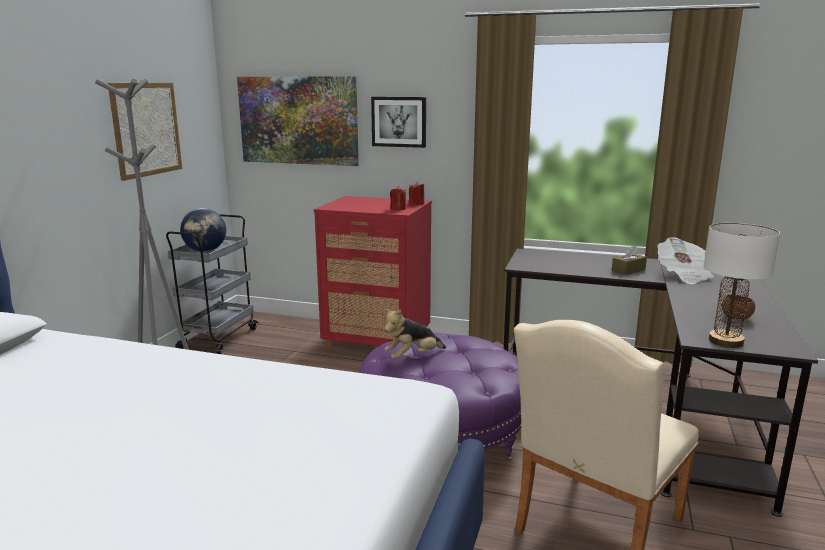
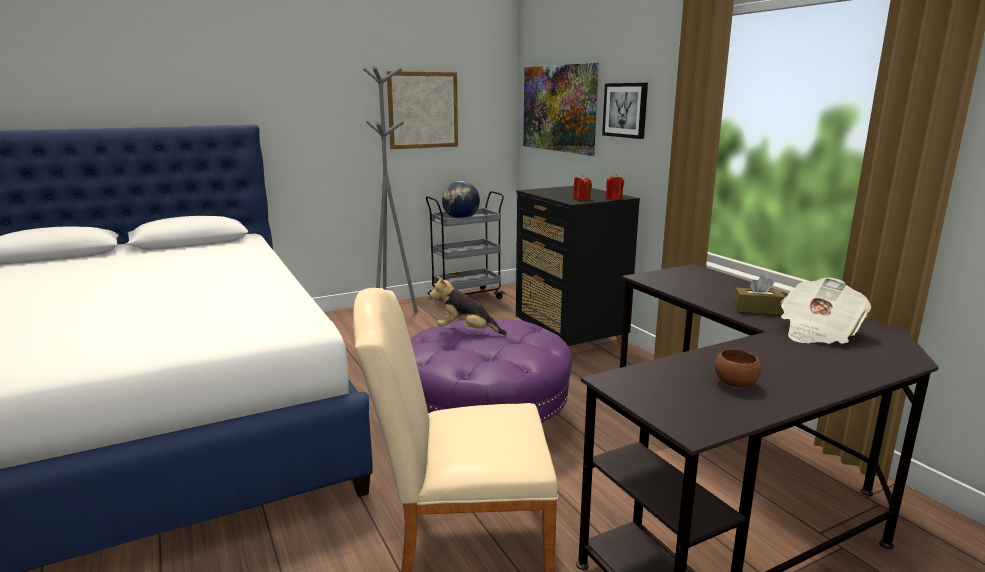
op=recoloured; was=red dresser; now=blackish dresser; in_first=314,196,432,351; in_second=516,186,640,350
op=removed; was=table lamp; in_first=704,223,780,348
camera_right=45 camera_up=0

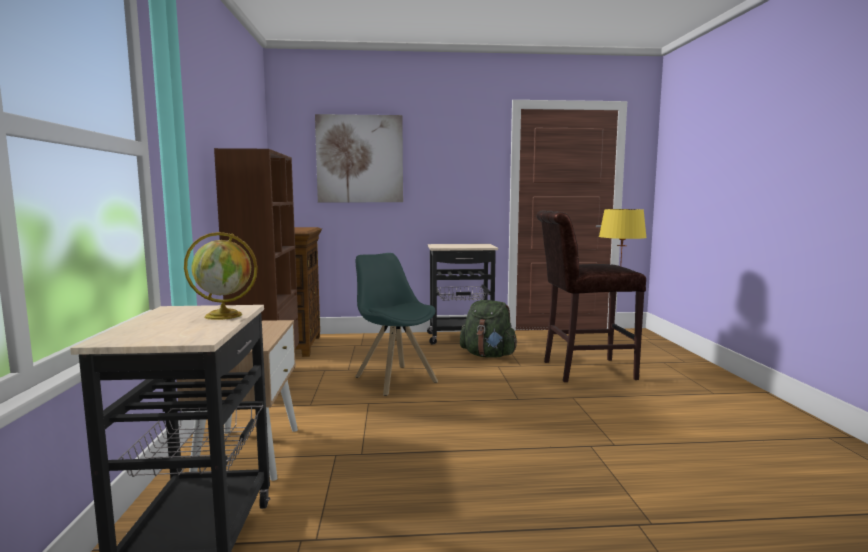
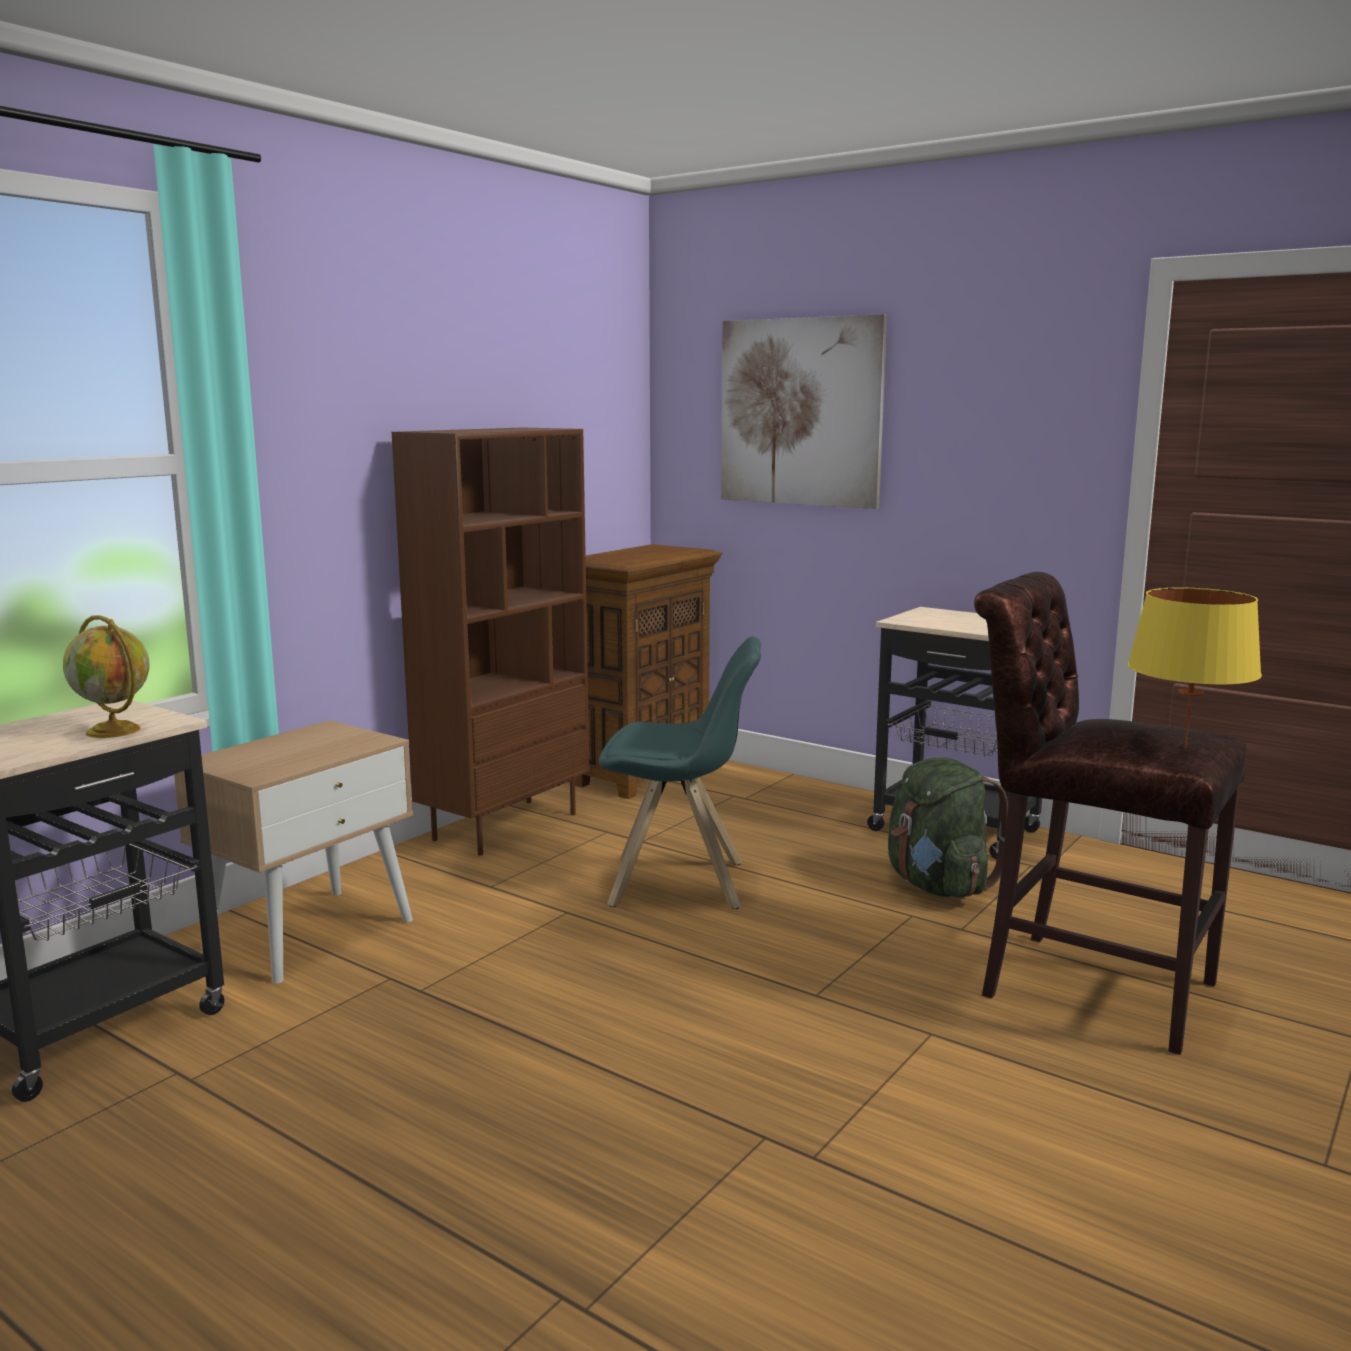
op=turned; was=turquoise-coloured upright chair; in_first=355,253,438,396; in_second=599,636,761,909; clockwise=90
camera_right=40 camera_up=5

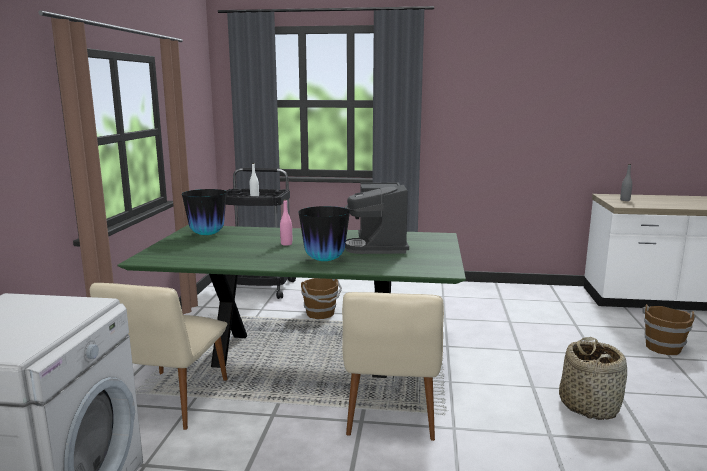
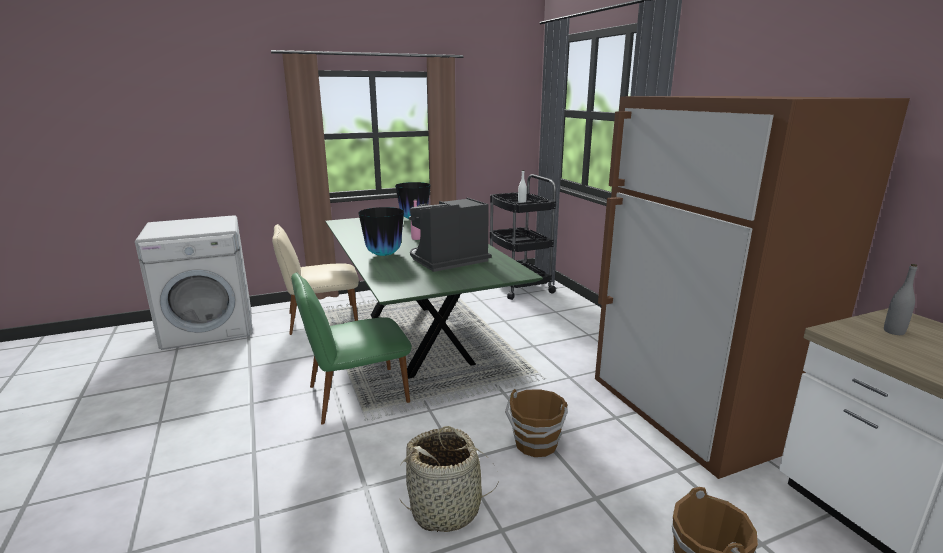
op=moved; was=brownish pail; in_first=301,278,342,319; in_second=505,389,568,457
op=recoloured; was=beige upright chair; now=green-coloured upright chair; in_first=342,292,444,441; in_second=291,272,412,425
op=added; now=brownish fridge; in_second=595,96,910,479
camera_right=60 camera_up=5

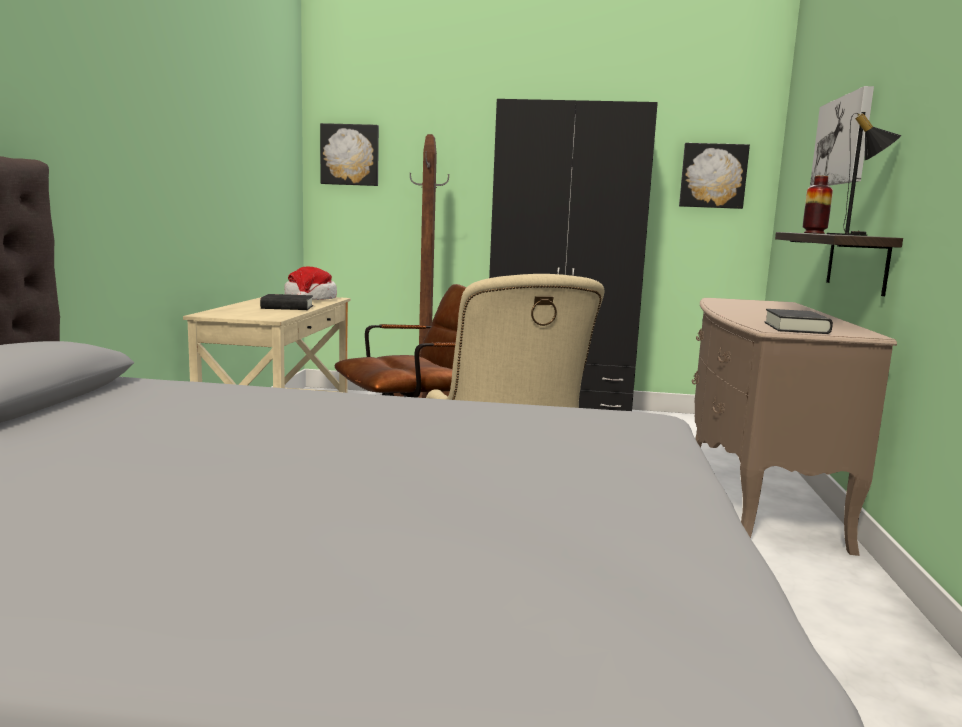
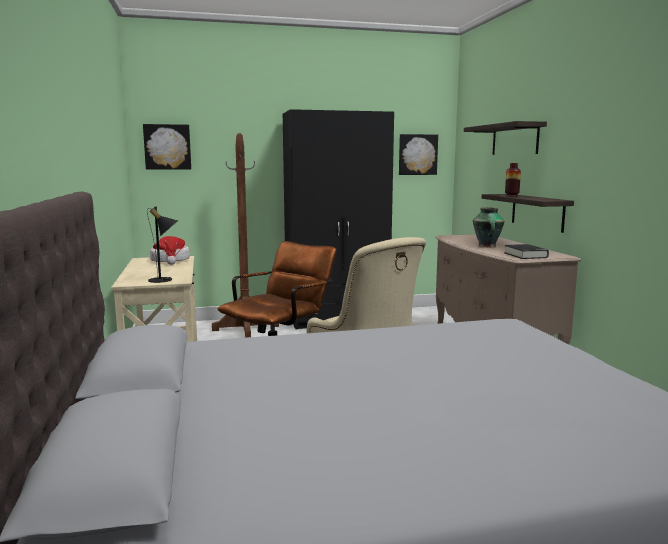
op=replaced; was=wall art; now=bracket shelf; in_first=810,86,874,186; in_second=464,121,547,155
op=moved; was=blackish table lamp; in_first=827,112,901,236; in_second=147,206,178,283
op=removed; was=blackish book; in_first=260,294,313,310
op=added; now=vase; in_second=473,207,505,247
camera_right=-20 camera_up=0

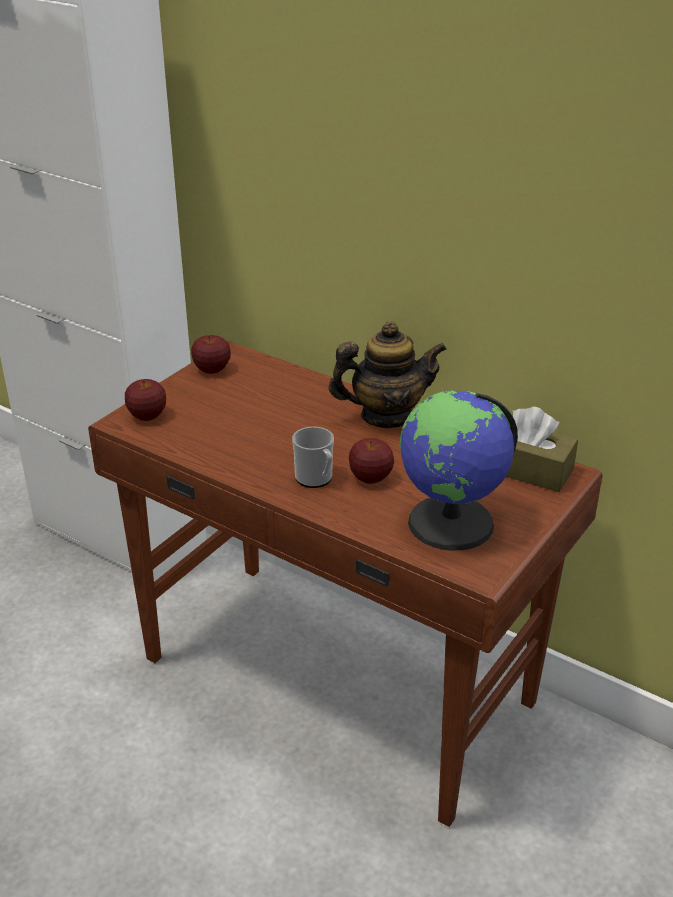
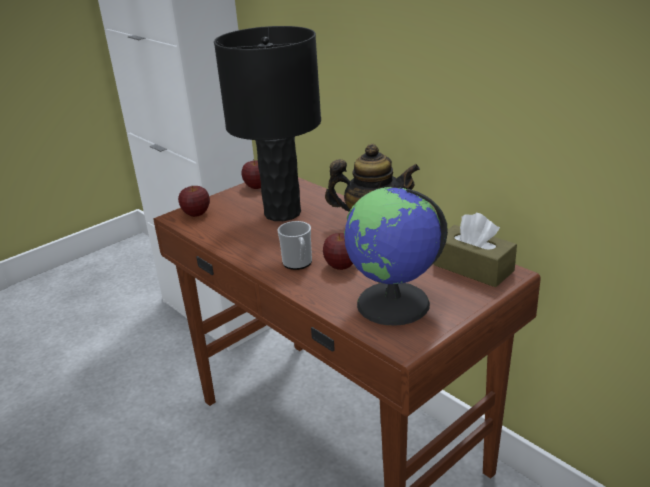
op=added; now=blackish table lamp; in_second=214,26,321,221
camera_right=15 camera_up=-5

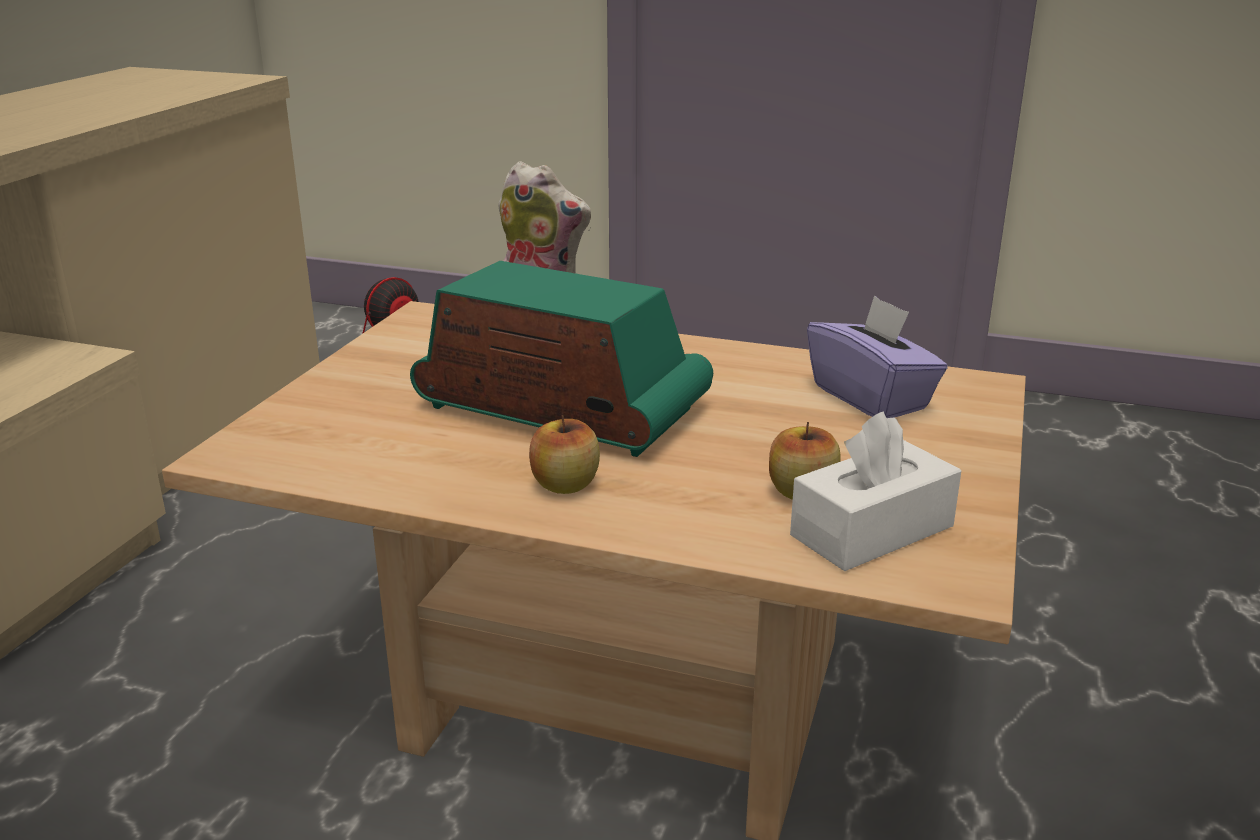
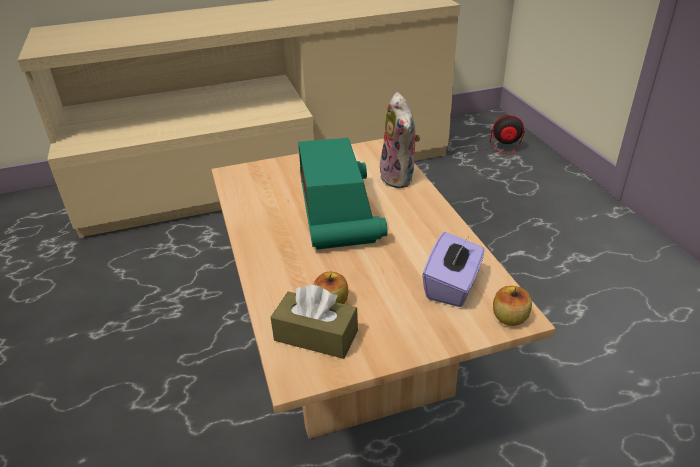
op=recoloured; was=whitish box of tissues; now=brownish box of tissues; in_first=790,411,961,571; in_second=271,285,358,359
op=moved; was=apple; in_first=529,415,600,494; in_second=493,286,532,326
camera_right=55 camera_up=10

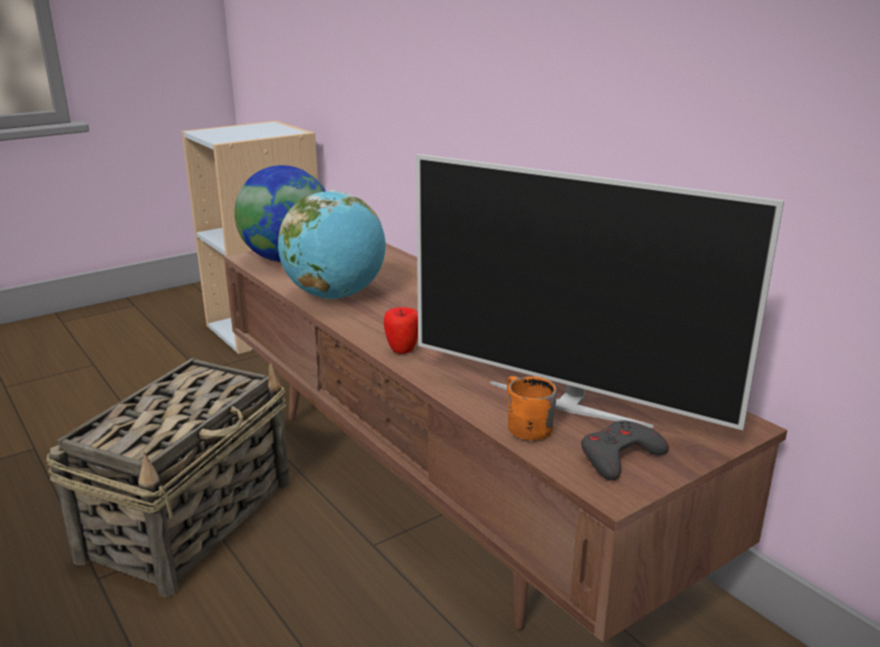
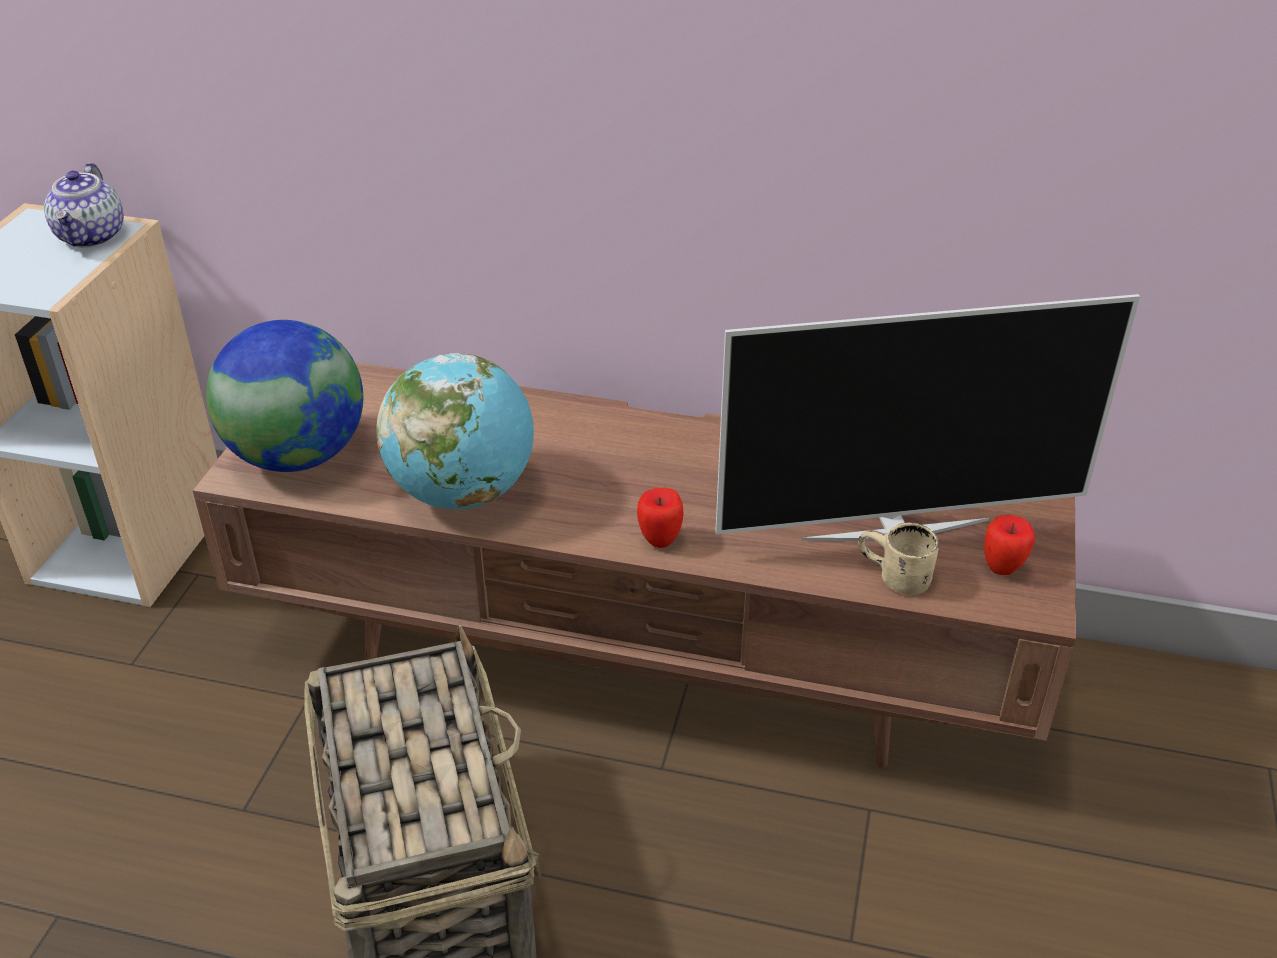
op=recoloured; was=orange-coloured coffee mug; now=beige coffee mug; in_first=507,376,557,440; in_second=858,522,939,595
op=replaced; was=gray gamepad; now=apple; in_first=581,420,669,481; in_second=984,515,1035,575
op=added; now=pot for tea; in_second=44,163,124,248
camera_right=-40 camera_up=15

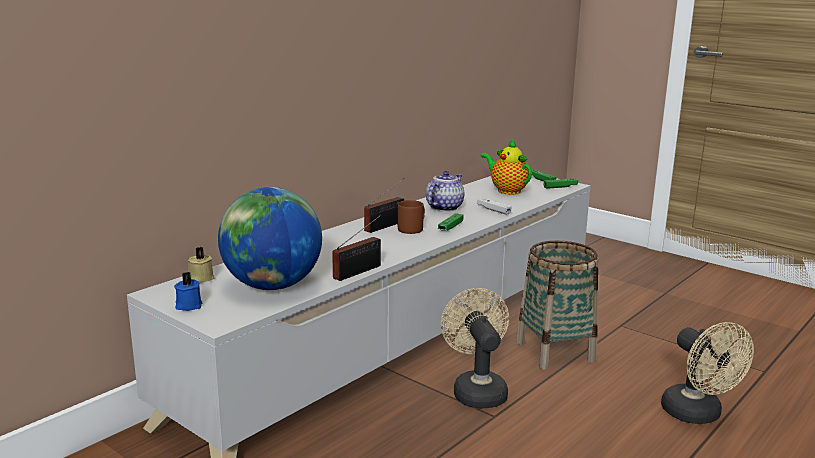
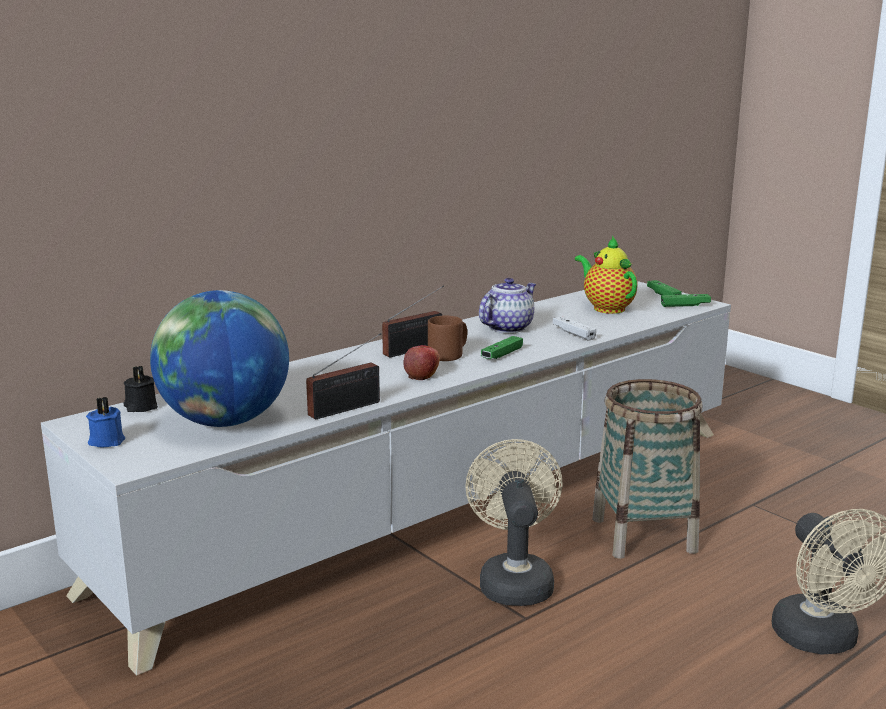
op=recoloured; was=beige candle; now=blackish candle; in_first=188,247,214,282; in_second=123,366,158,412
op=added; now=apple; in_second=403,345,440,380
camera_right=10 camera_up=0

